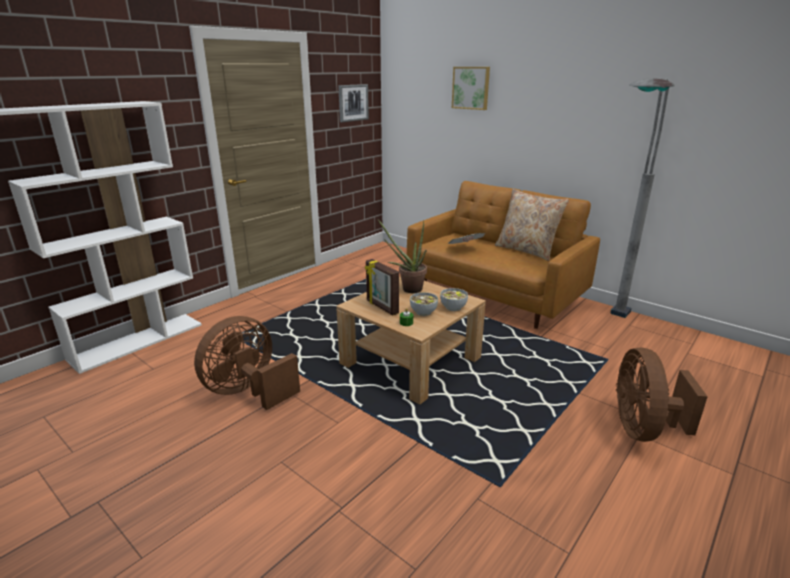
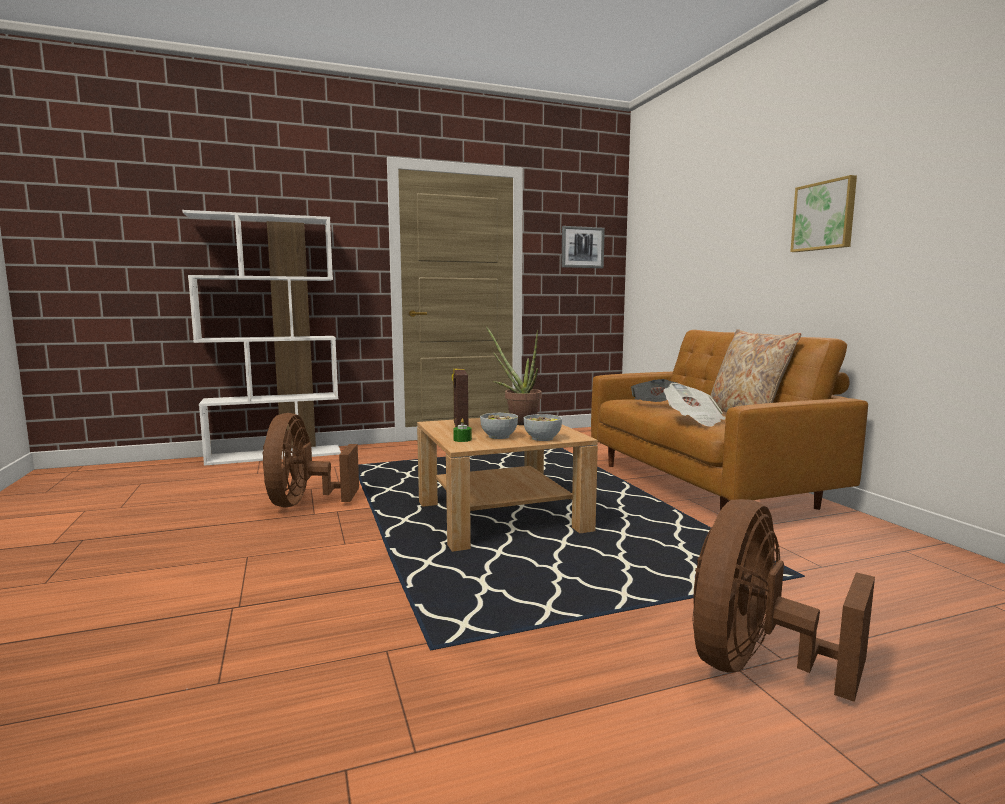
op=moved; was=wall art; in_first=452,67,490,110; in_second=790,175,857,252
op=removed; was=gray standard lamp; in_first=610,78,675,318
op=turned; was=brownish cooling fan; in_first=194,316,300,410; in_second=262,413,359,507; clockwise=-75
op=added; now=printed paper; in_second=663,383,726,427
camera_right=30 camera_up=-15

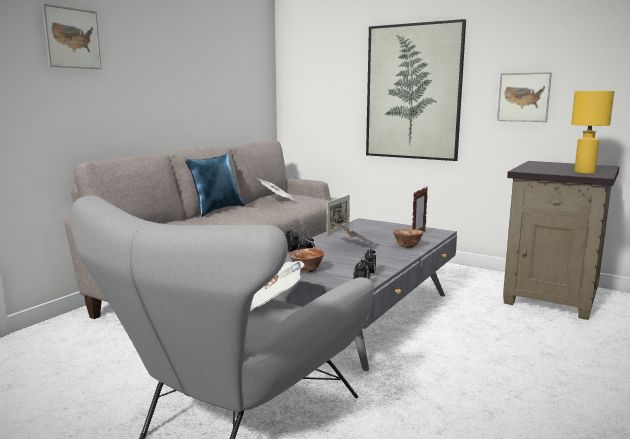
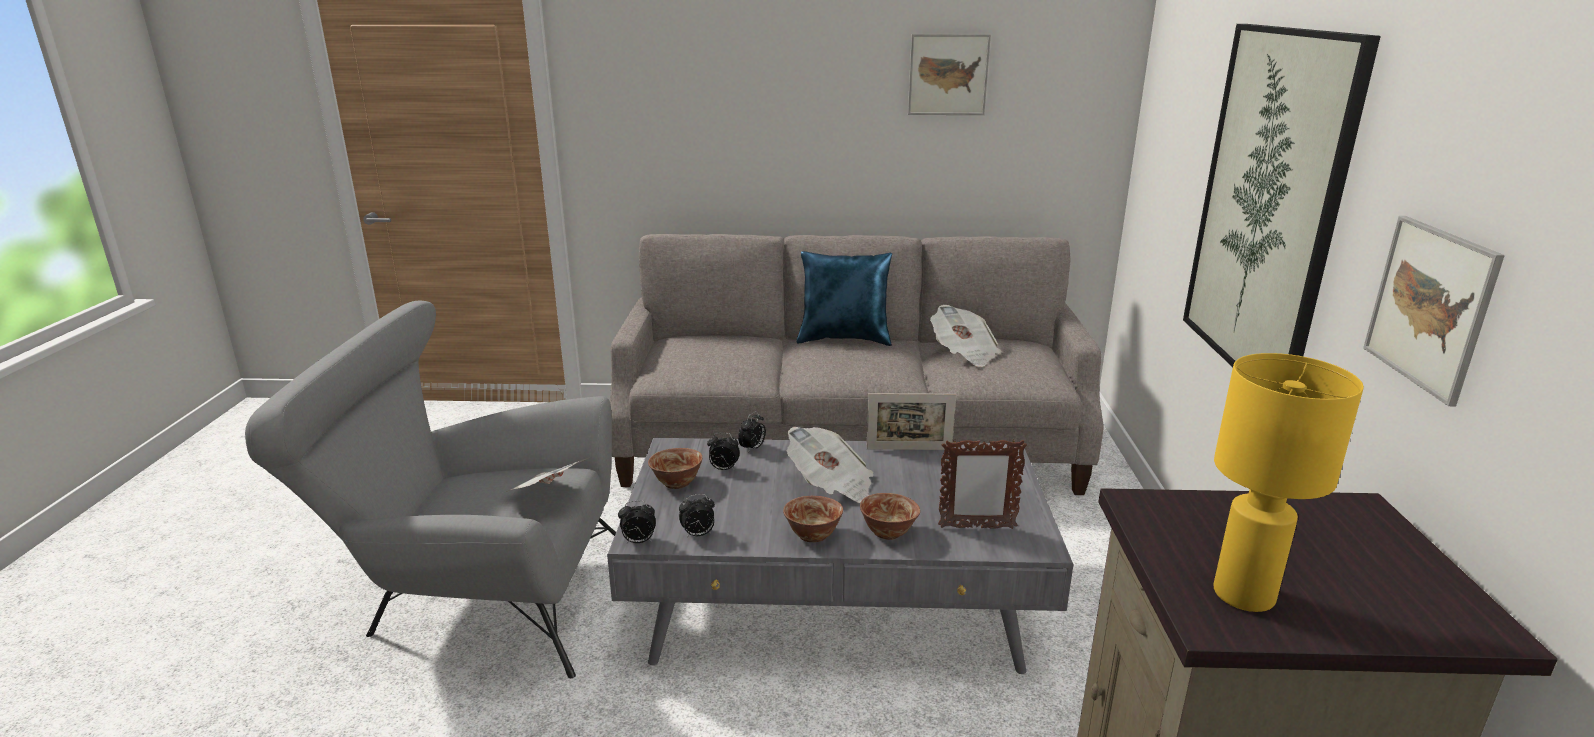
op=moved; was=wall art; in_first=42,3,102,69; in_second=908,34,991,115
op=added; now=serving bowl; in_second=783,496,843,542
camera_right=60 camera_up=10

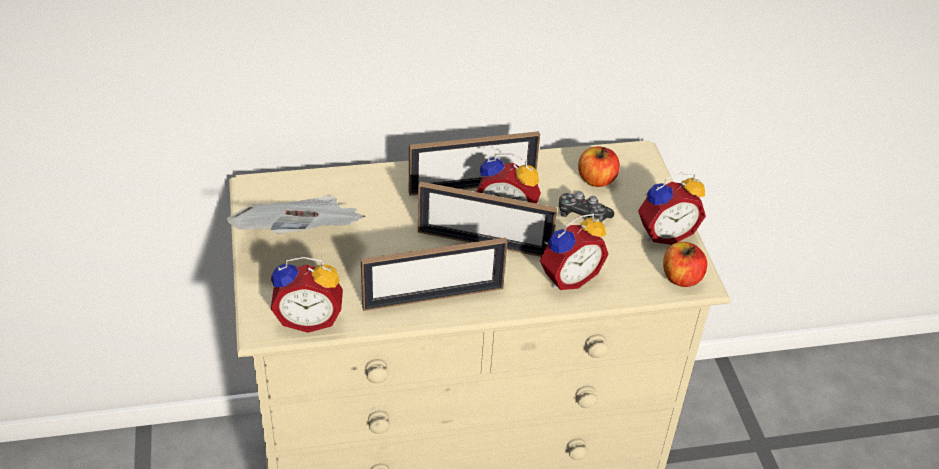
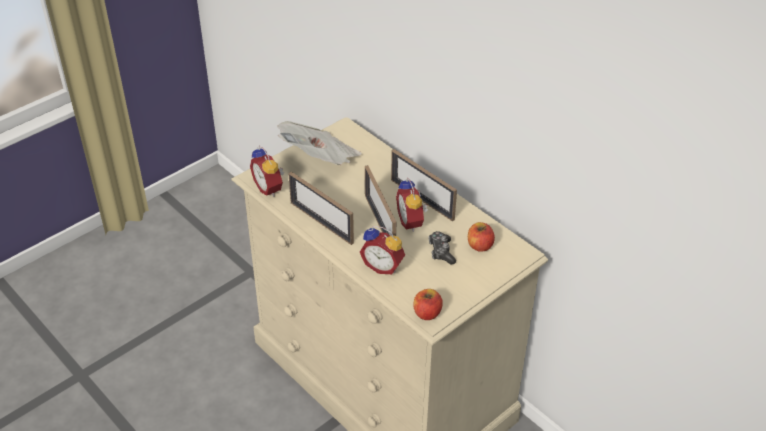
op=removed; was=bedside clock; in_first=638,173,706,245
camera_right=60 camera_up=0

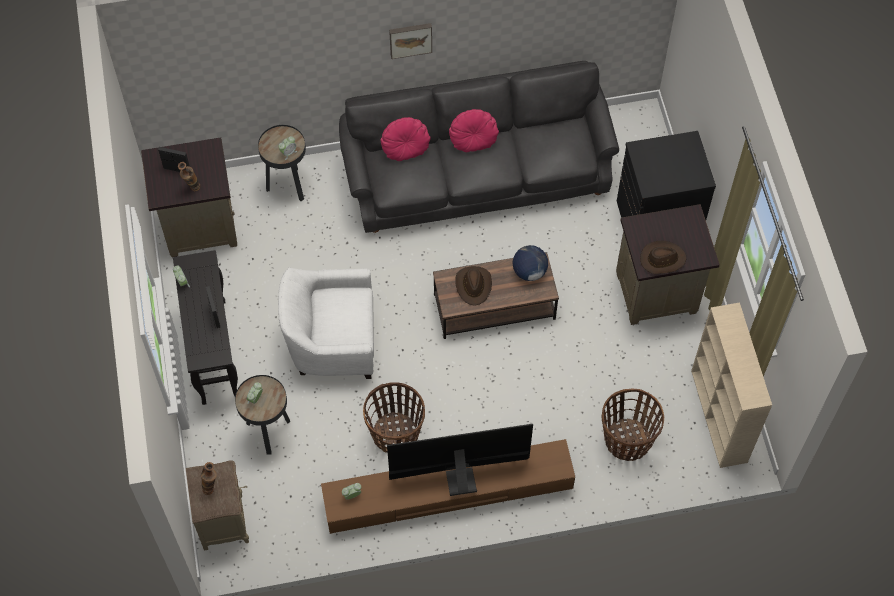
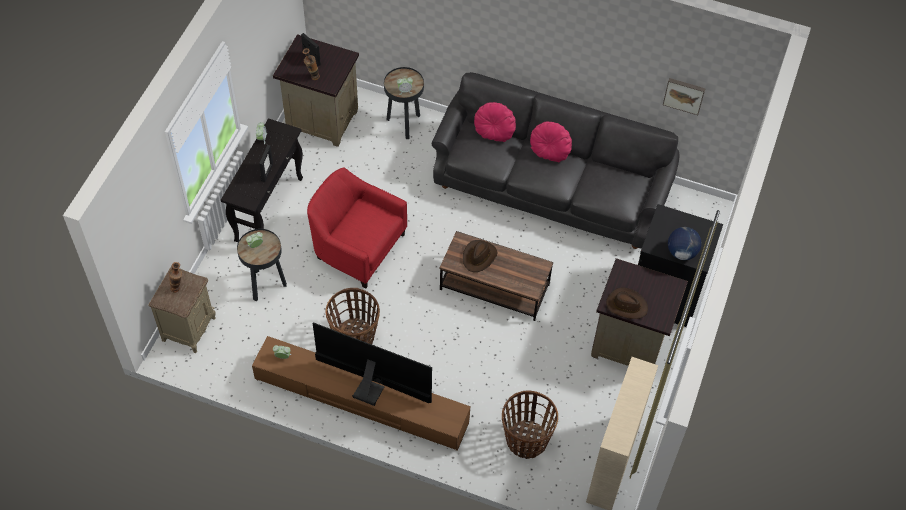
op=moved; was=wall art; in_first=389,23,432,59; in_second=663,78,706,115
op=moved; was=globe; in_first=513,245,548,281; in_second=668,227,702,260
op=recoloured; was=whitish easy chair; now=red easy chair; in_first=278,267,374,379; in_second=307,167,407,288
camera_right=30 camera_up=-5

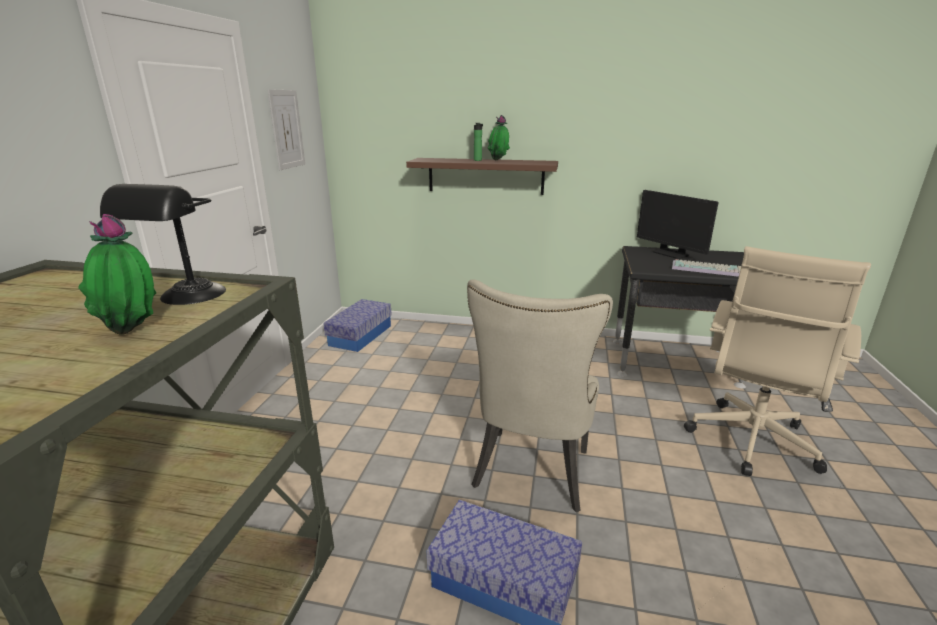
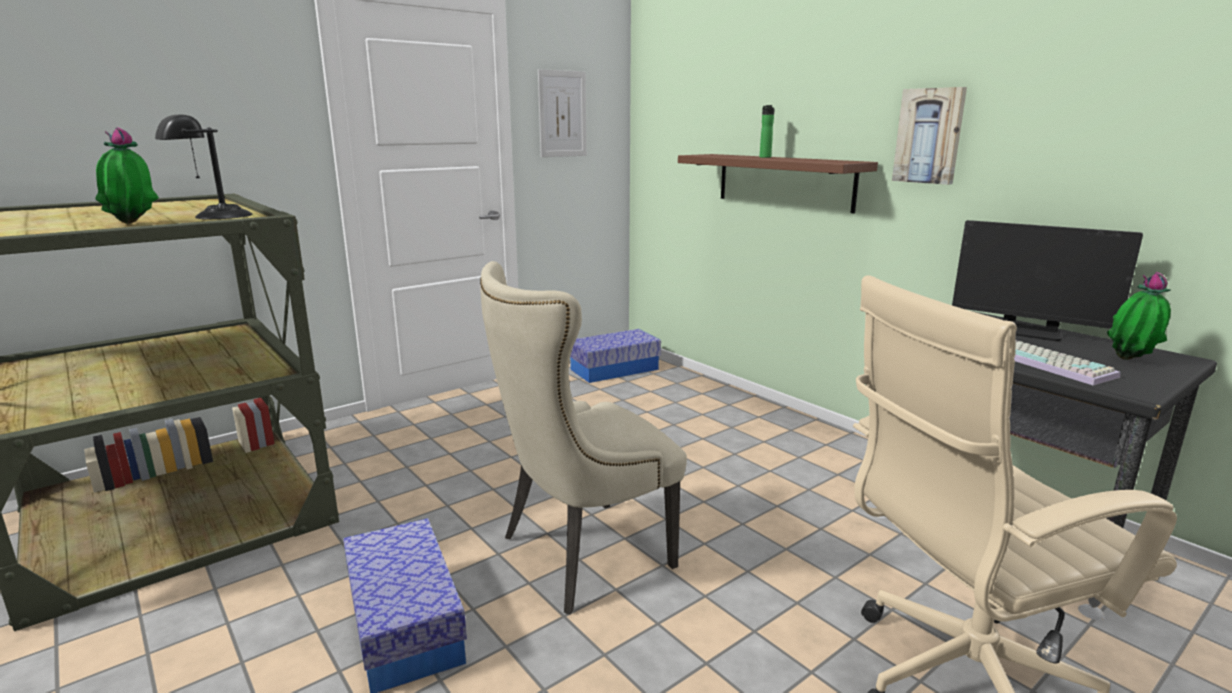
op=moved; was=houseplant; in_first=488,115,510,160; in_second=1107,272,1171,359
op=turned; was=computer display; in_first=637,190,718,259; in_second=952,220,1143,341; clockwise=-60
op=added; now=wall art; in_second=892,87,967,185
camera_right=40 camera_up=-5

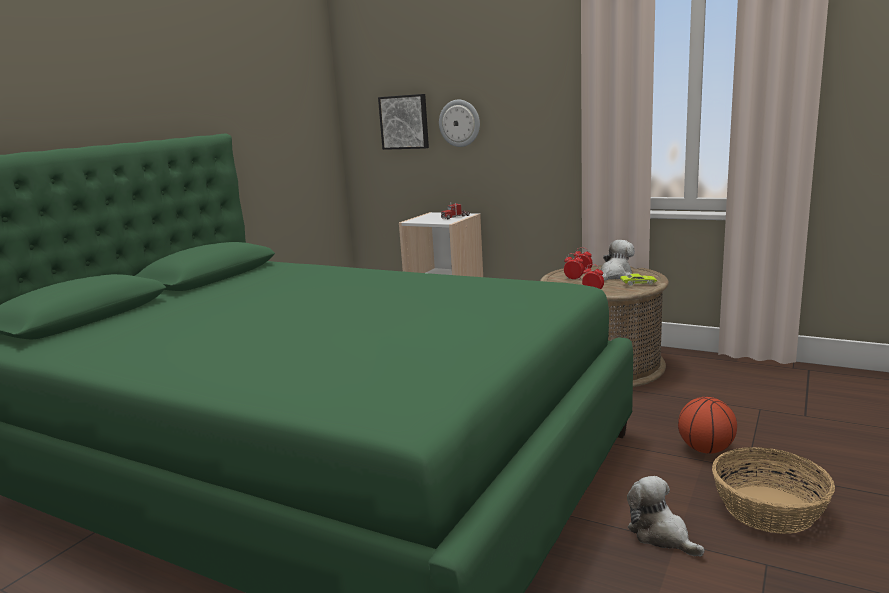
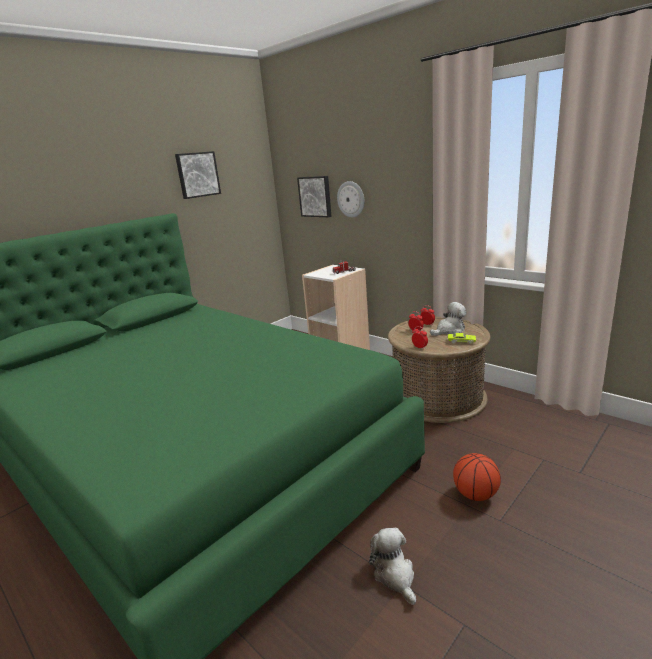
op=removed; was=basket; in_first=712,447,835,534
op=added; now=wall art; in_second=175,151,221,199
camera_right=15 camera_up=5

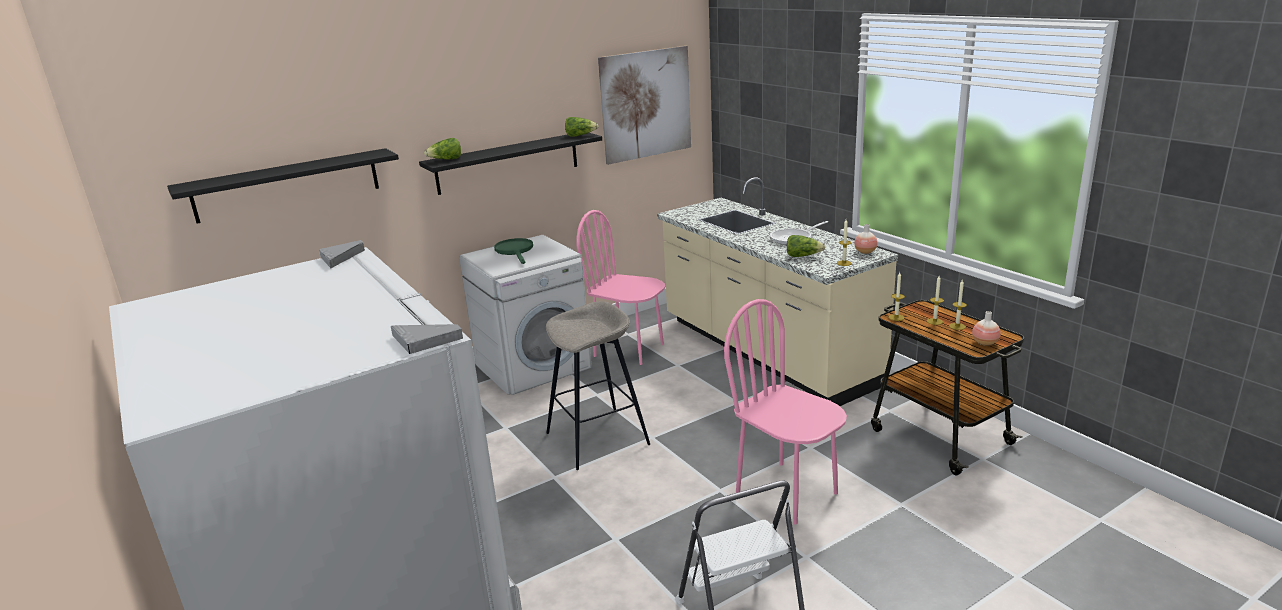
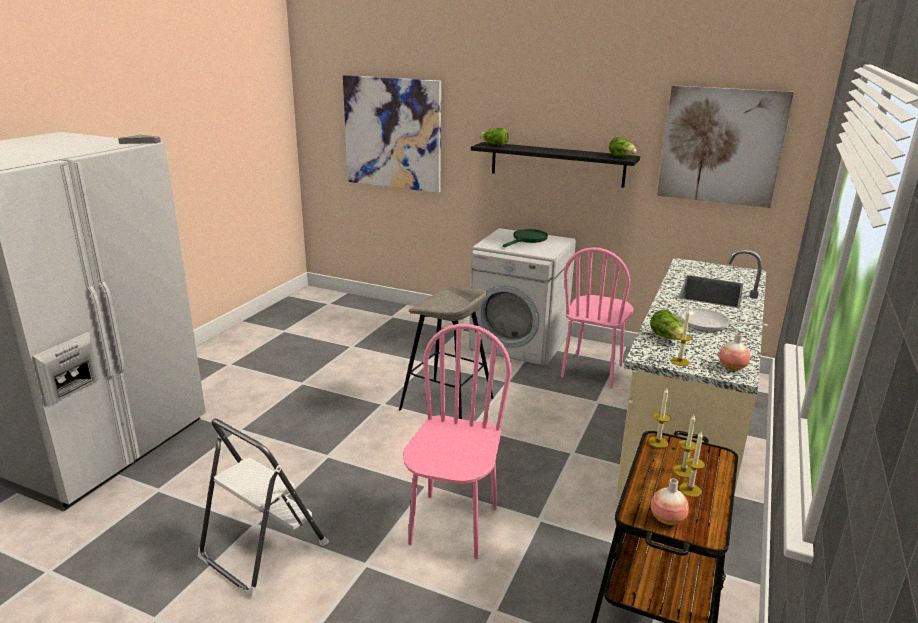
op=replaced; was=blackish bracket shelf; now=wall art; in_first=167,148,399,224; in_second=343,75,441,193
op=turned; was=pink upright chair; in_first=576,210,665,365; in_second=561,247,634,389; clockwise=-150
camera_right=55 camera_up=0

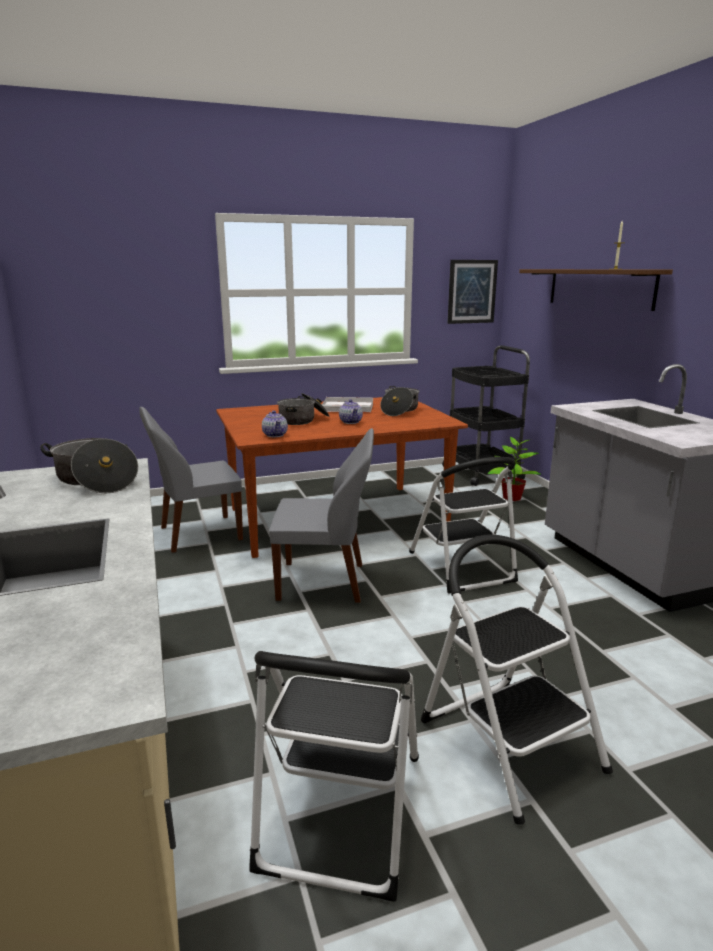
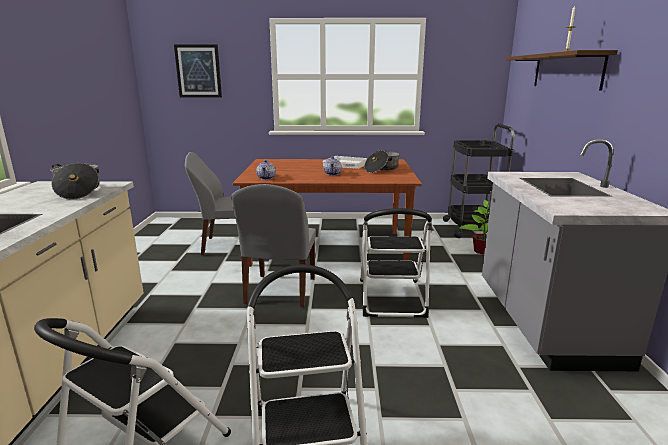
op=moved; was=wall art; in_first=447,260,498,324; in_second=174,44,222,98
op=removed; was=cooking pot; in_first=277,393,329,425
op=turned; was=gray upright chair; in_first=269,428,374,603; in_second=231,184,316,307; clockwise=75
camera_right=20 camera_up=0

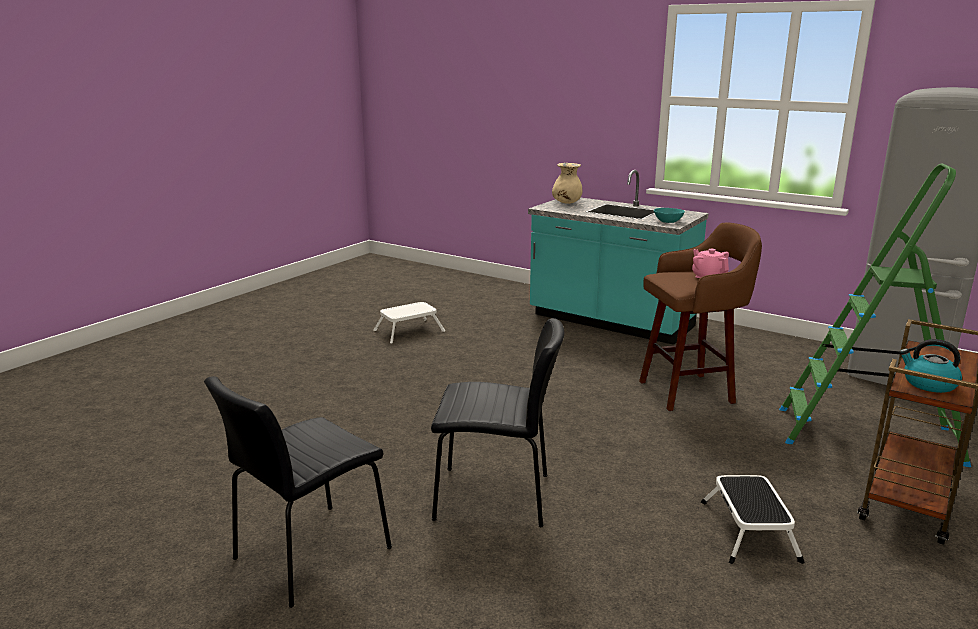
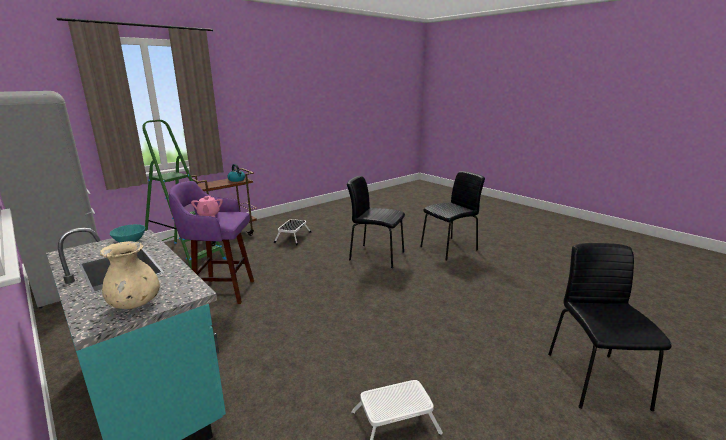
op=recoloured; was=brownish sitting stool; now=purple-coloured sitting stool; in_first=639,223,762,411; in_second=169,181,254,304
op=added; now=blackish upright chair; in_second=548,243,672,411
camera_right=-165 camera_up=0

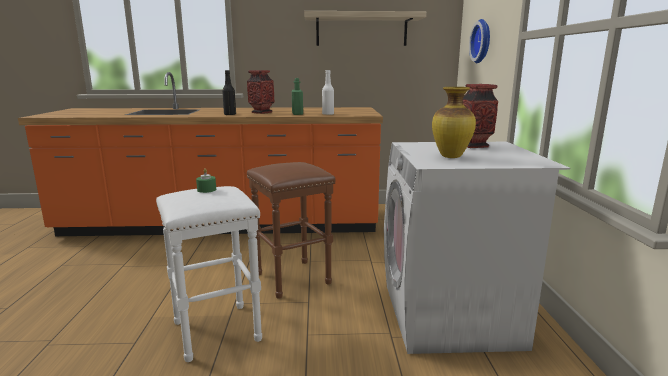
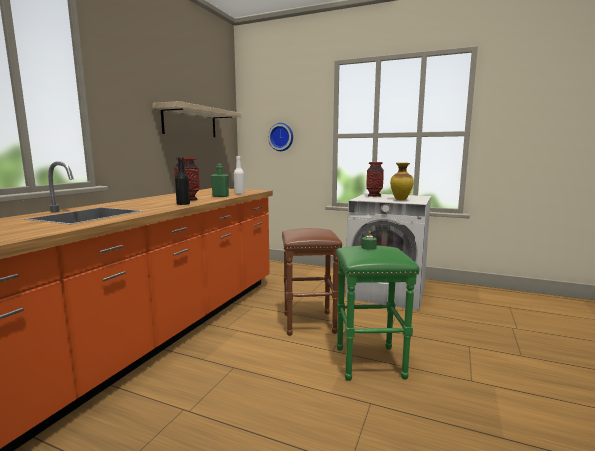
op=recoloured; was=whitish sitting stool; now=green-coloured sitting stool; in_first=156,186,262,362; in_second=336,246,420,381
camera_right=-65 camera_up=-5

